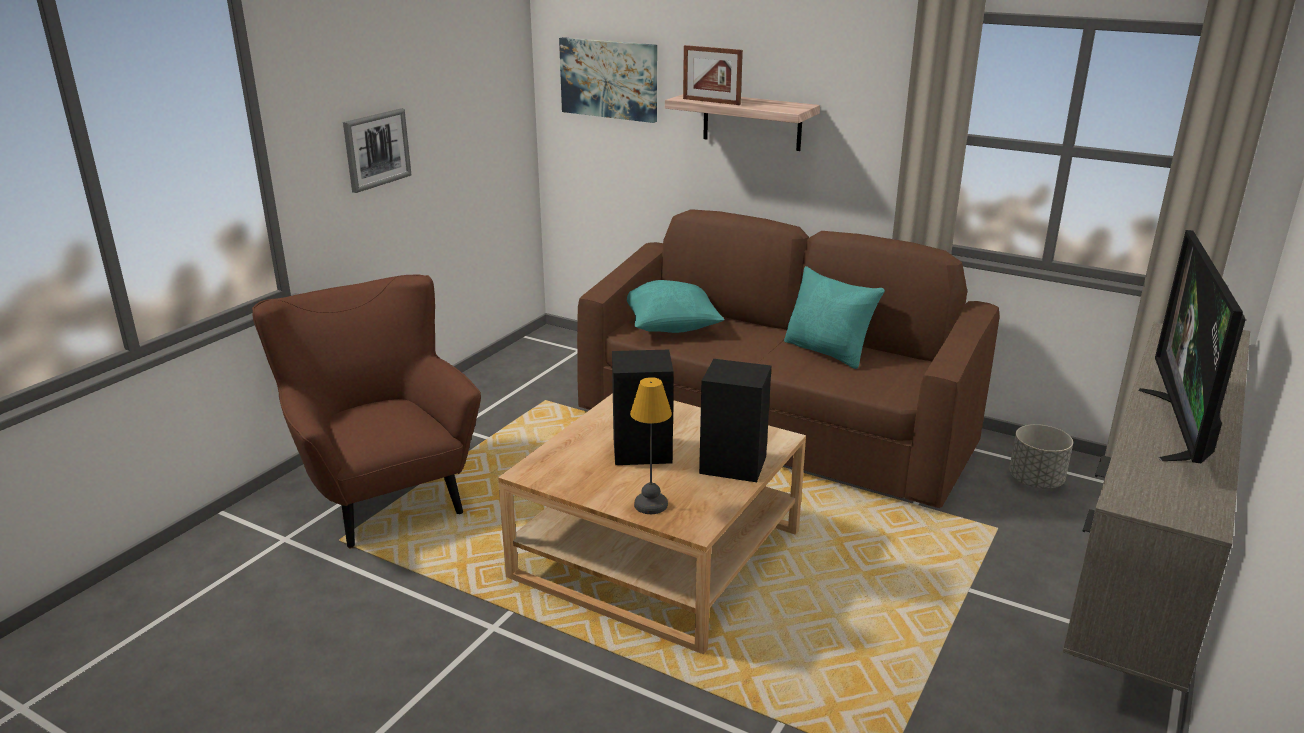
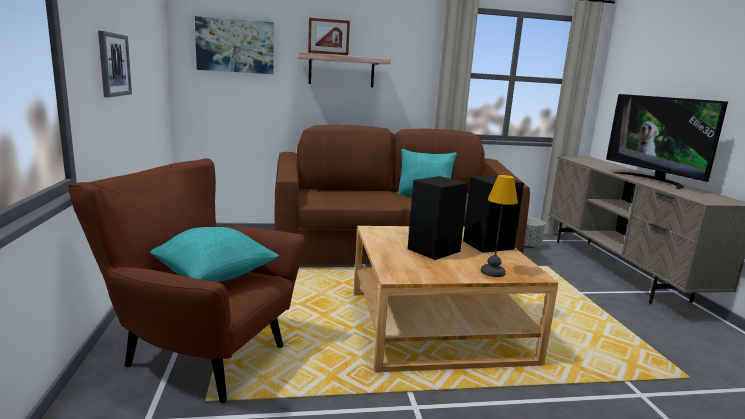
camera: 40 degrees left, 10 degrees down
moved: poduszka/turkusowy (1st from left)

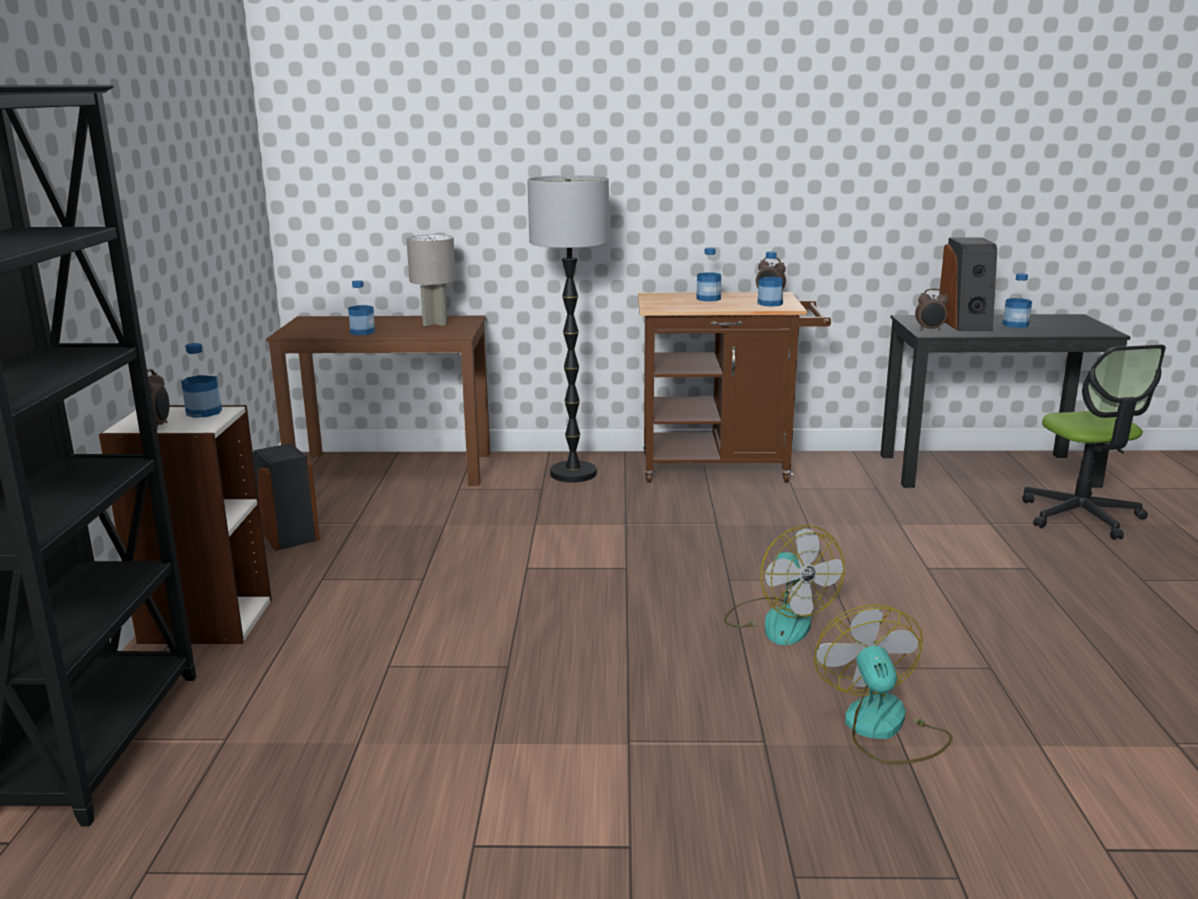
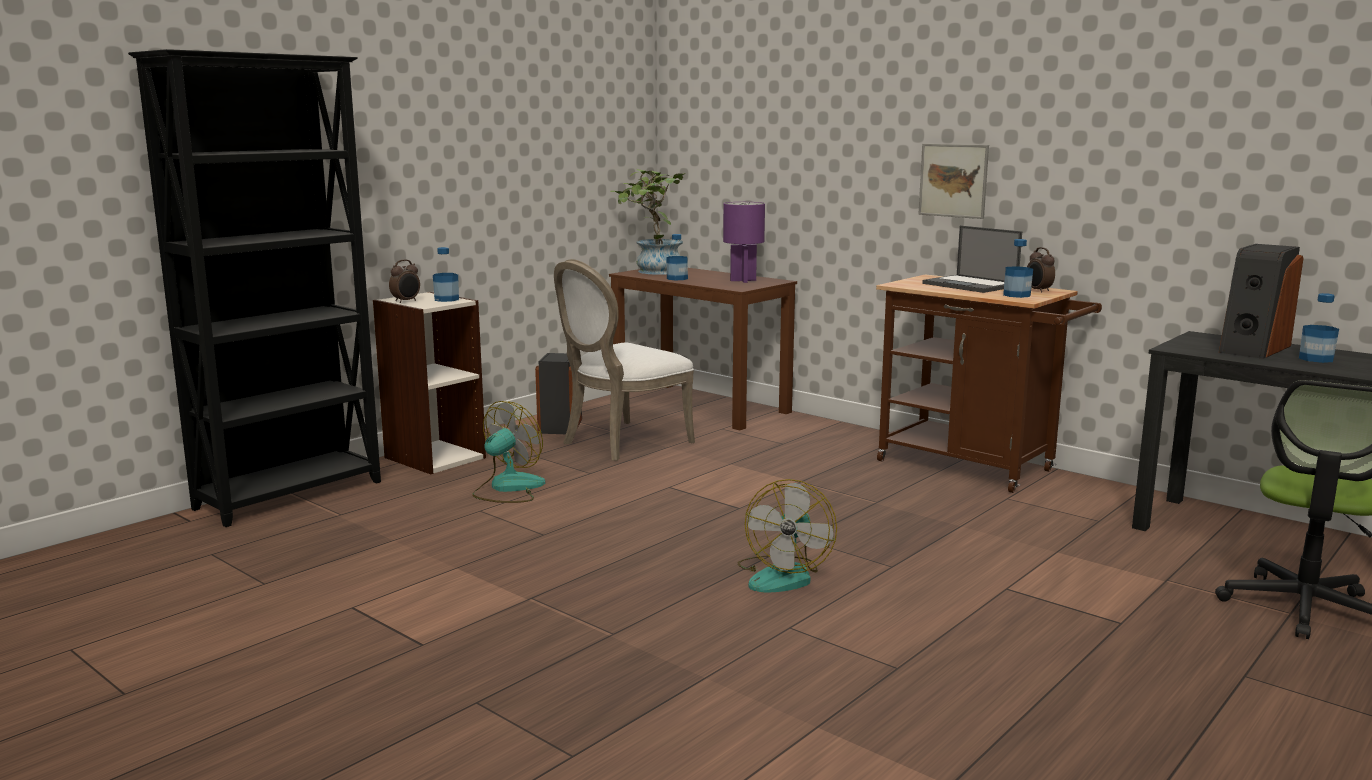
camera: 40 degrees right, 5 degrees down
removed: lampa stojąca; budzik (3rd from left)
added: krzesło/biały; roślina doniczkowa; obraz
moved: wentylator (2nd from left in the first image) to wentylator (1st from left)
replaced: butelka (3rd from left) to laptop
recoloured: lampa stołowa/szary to lampa stołowa/fioletowy

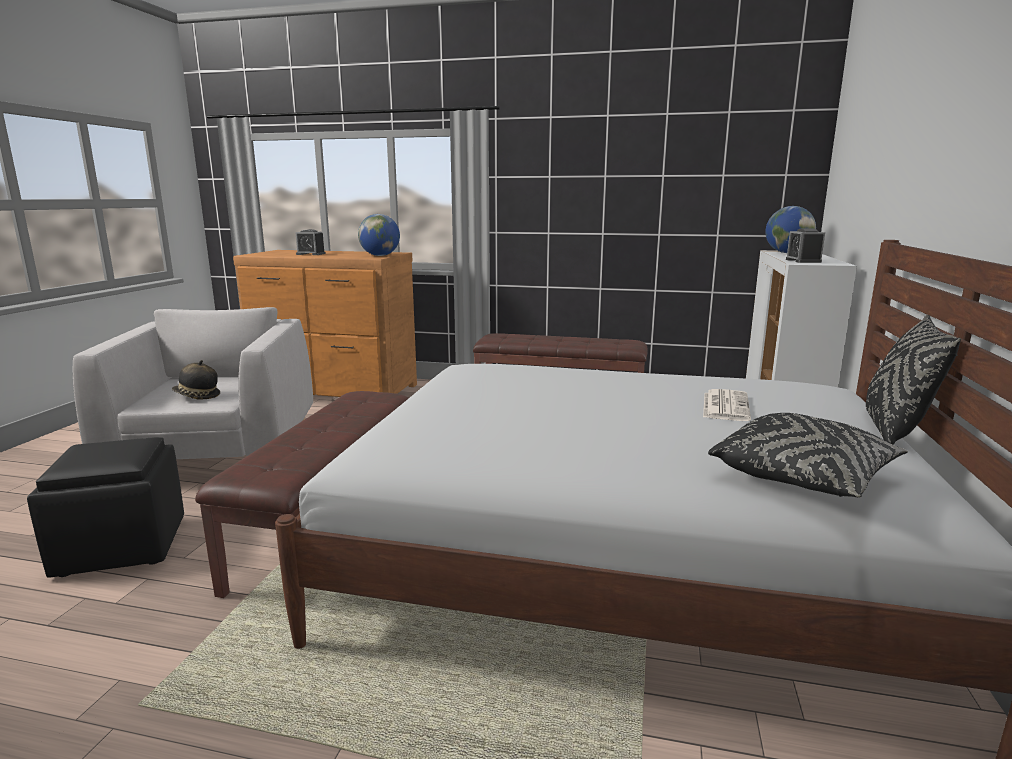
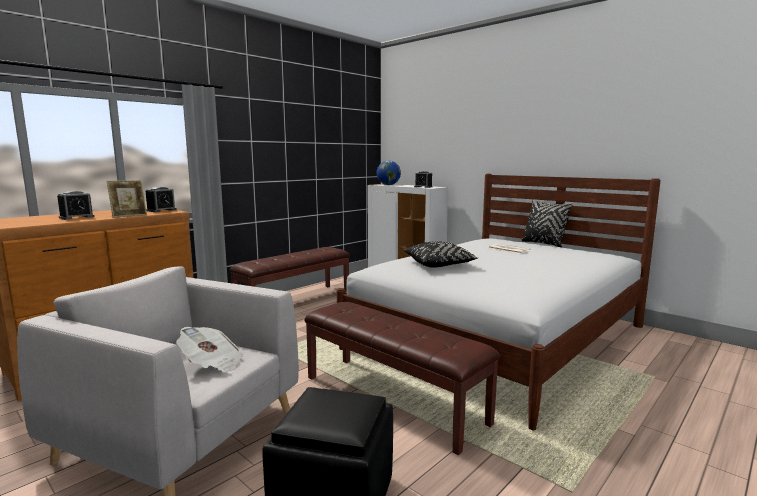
camera: 60 degrees left, 5 degrees down
added: ramka na zdjęcie
moved: poduszka/czarny (1st from left)
replaced: kapelusz to gazeta (1st from left); globus (1st from left) to budzik (2nd from left)

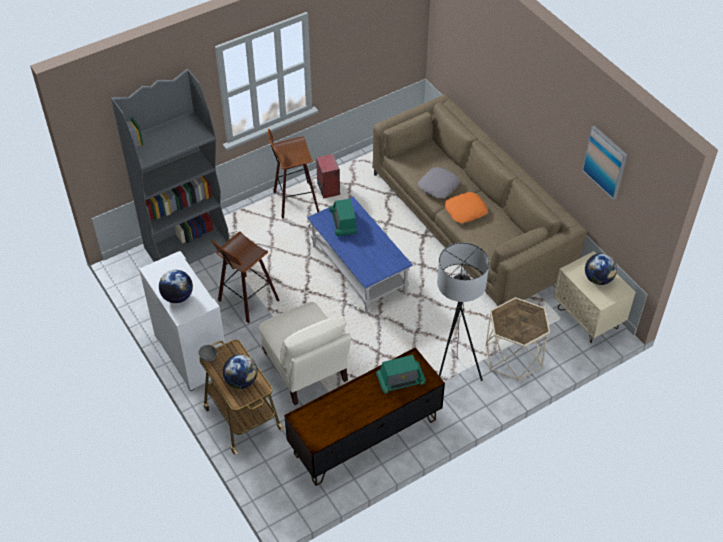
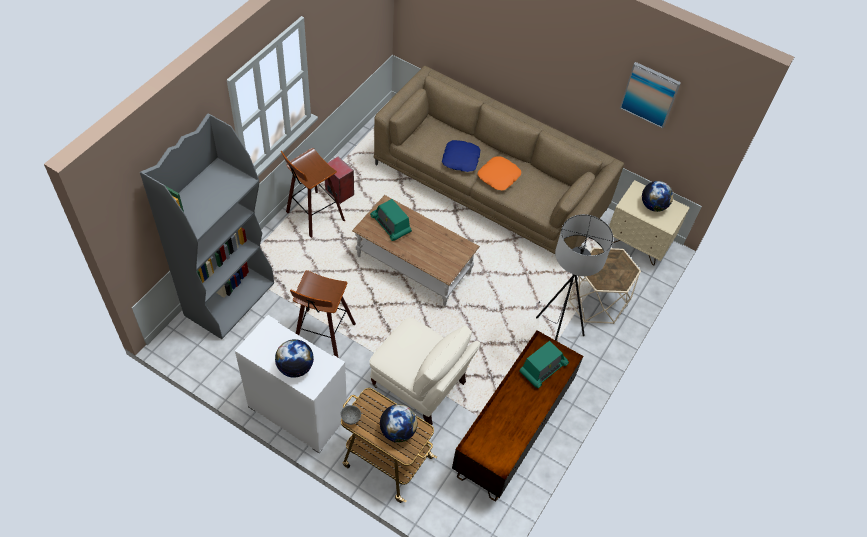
camera: 30 degrees left, 5 degrees up
recoloured: ława/niebieski to ława/brązowy; poduszka/szary to poduszka/niebieski

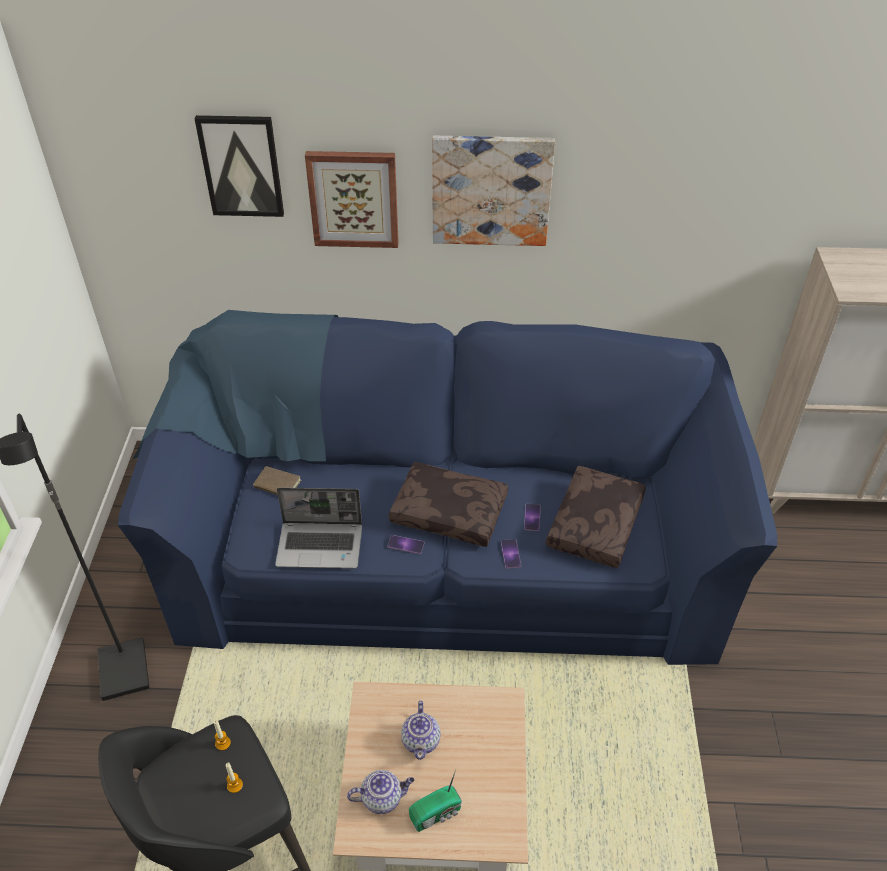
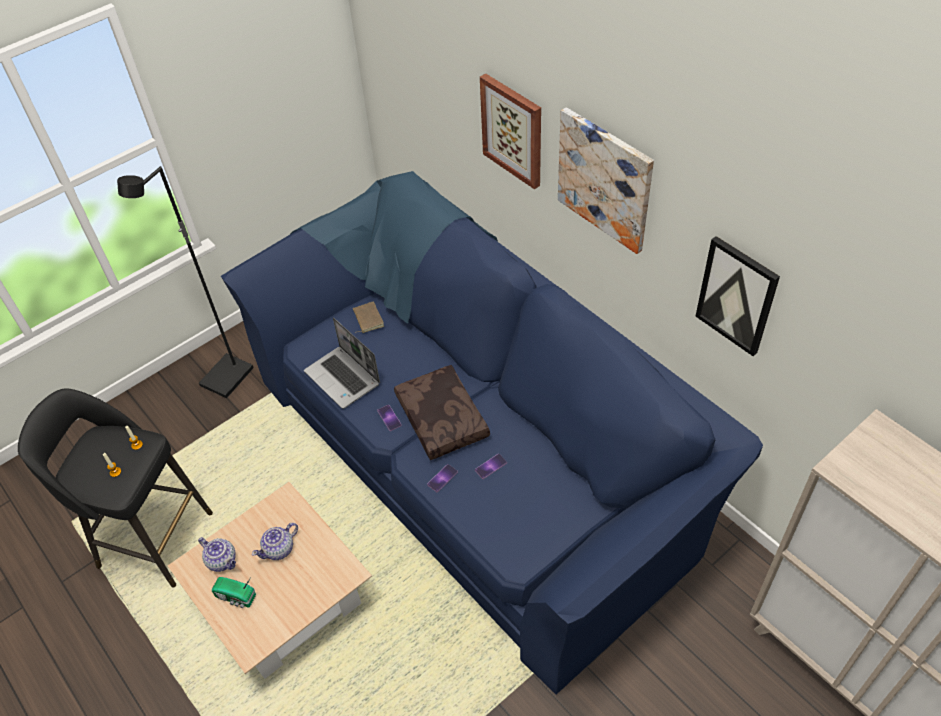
camera: 50 degrees right, 5 degrees up
removed: poduszka/brązowy (2nd from left)
moved: obraz (1st from left in the first image) to obraz (3rd from left)

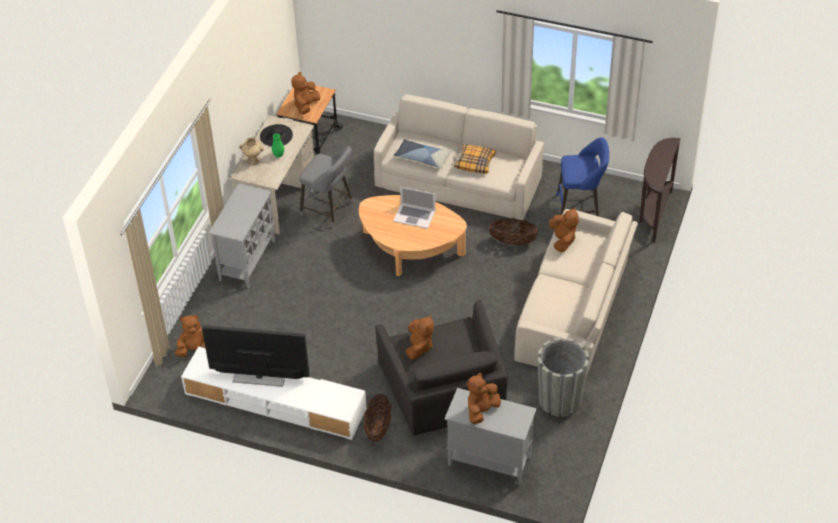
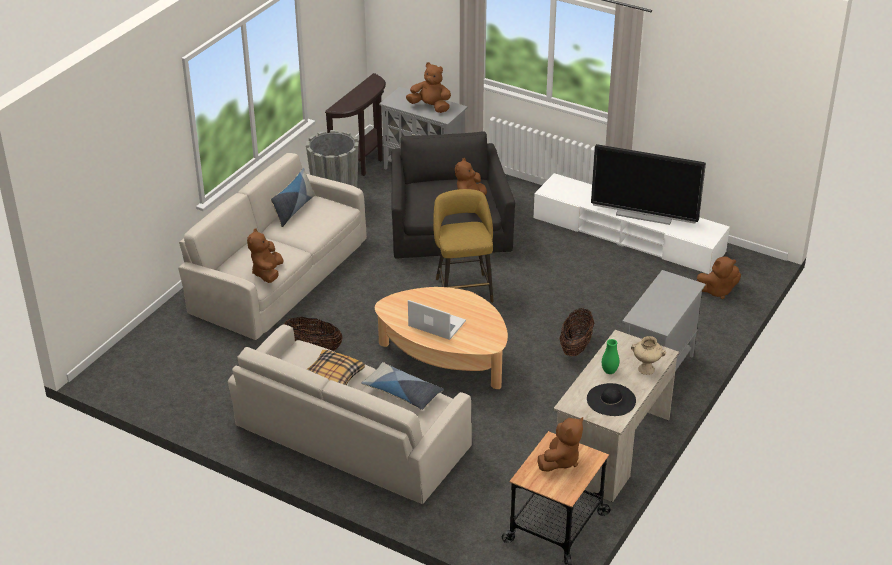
camera: 170 degrees left, 10 degrees down
removed: stołek/szary; stołek/niebieski
added: poduszka (1st from left); stołek/żółty
moved: koszyk (1st from left in the first image) to koszyk (2nd from left); stolik konsolowy/brązowy
turned: pluszak/brązowy (4th from left in the first image) 120 degrees counterclockwise

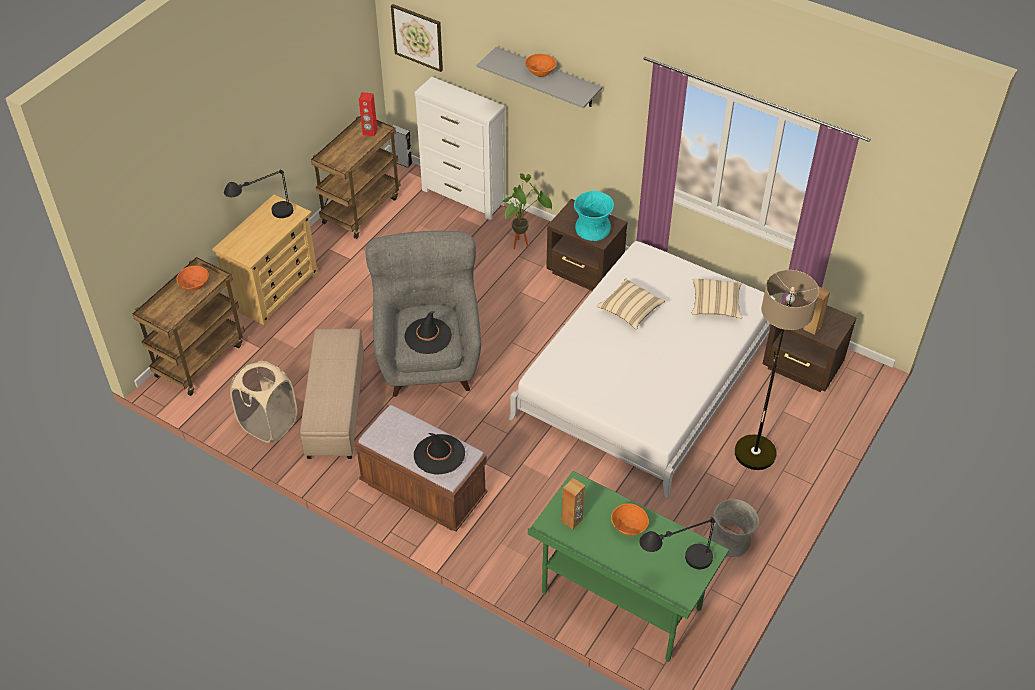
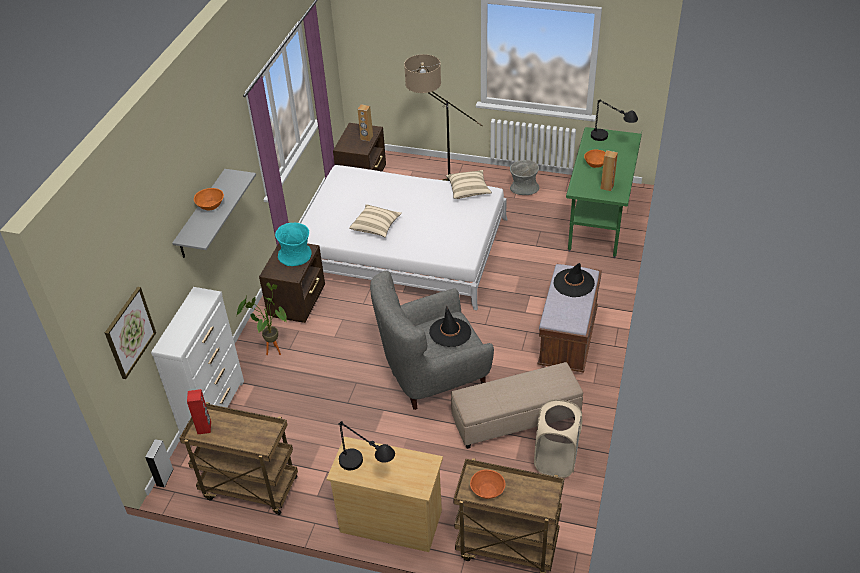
camera: 105 degrees left, 5 degrees down
moved: poduszka/beżowy (2nd from left)

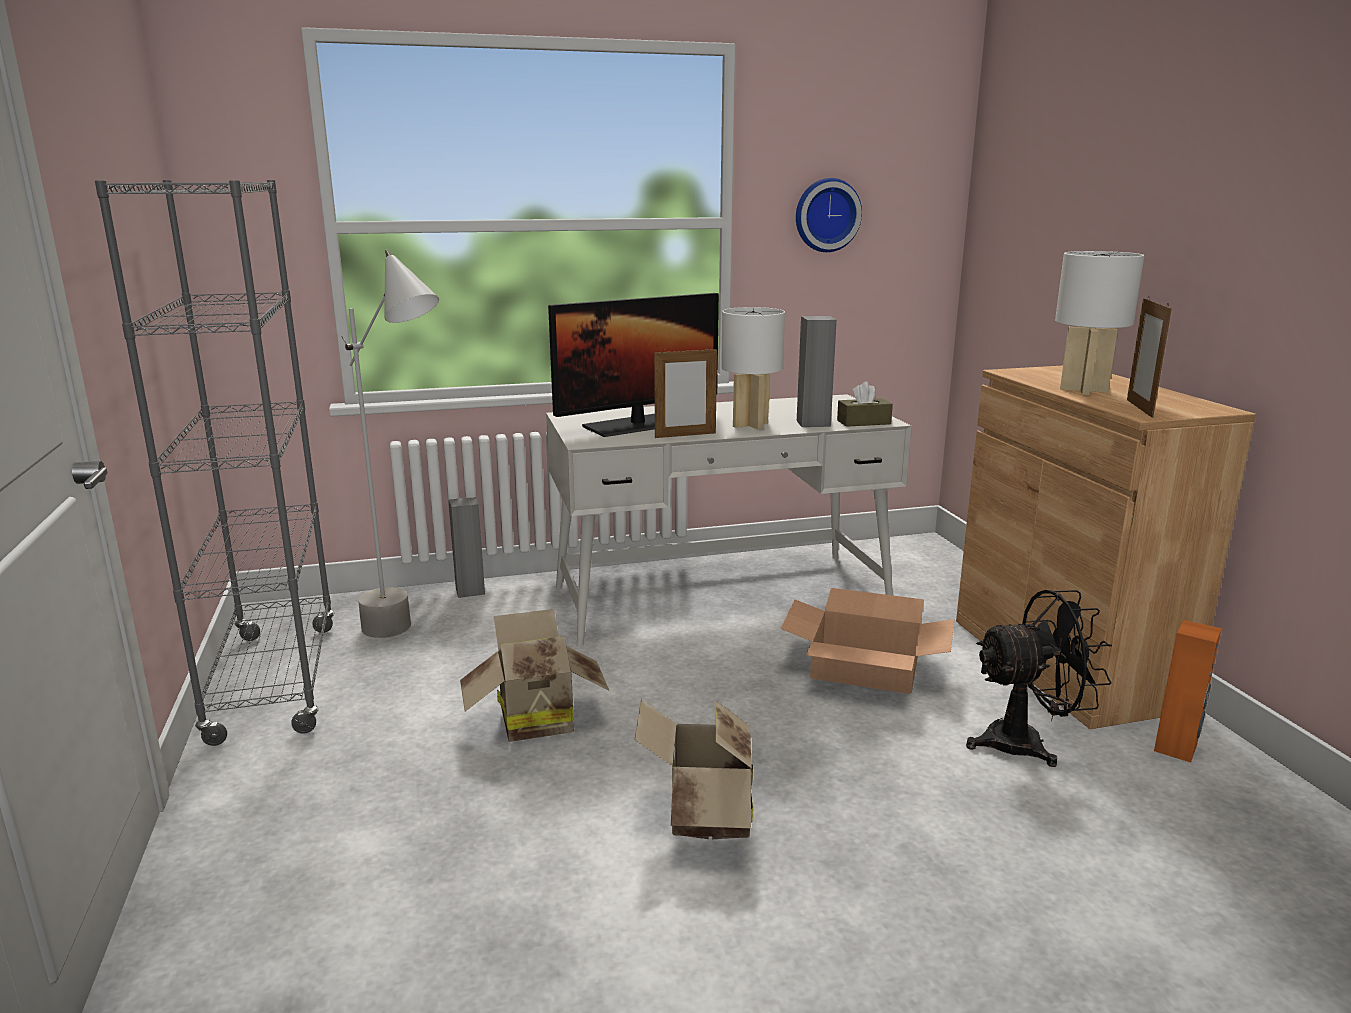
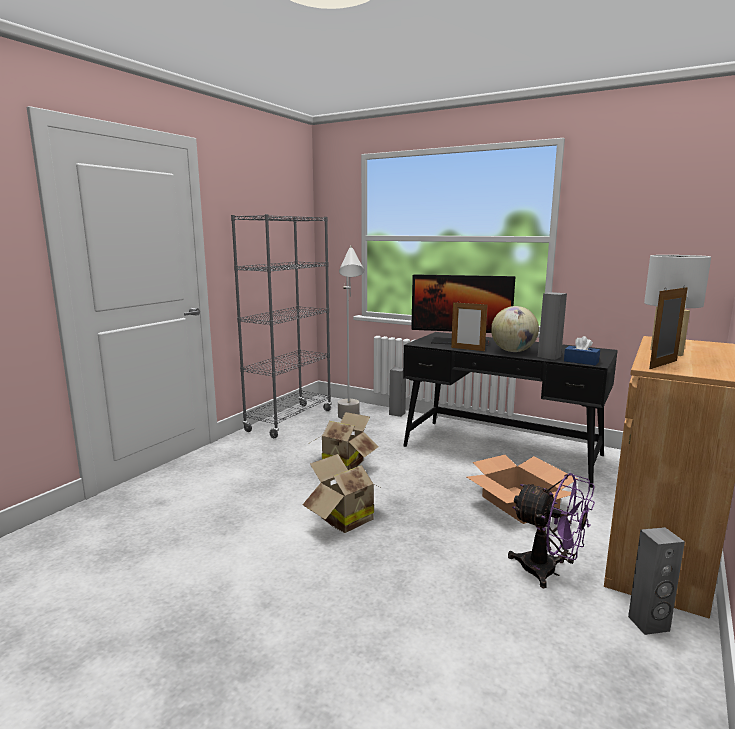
camera: 45 degrees right, 5 degrees down
removed: zegar ścienny
replaced: lampa stołowa/biały (1st from left) to globus
recoloured: biurko/biały to biurko/czarny; pudełko chusteczek/brązowy to pudełko chusteczek/niebieski; wentylator/czarny to wentylator/fioletowy; głośnik/pomarańczowy to głośnik/szary (3rd from left)

